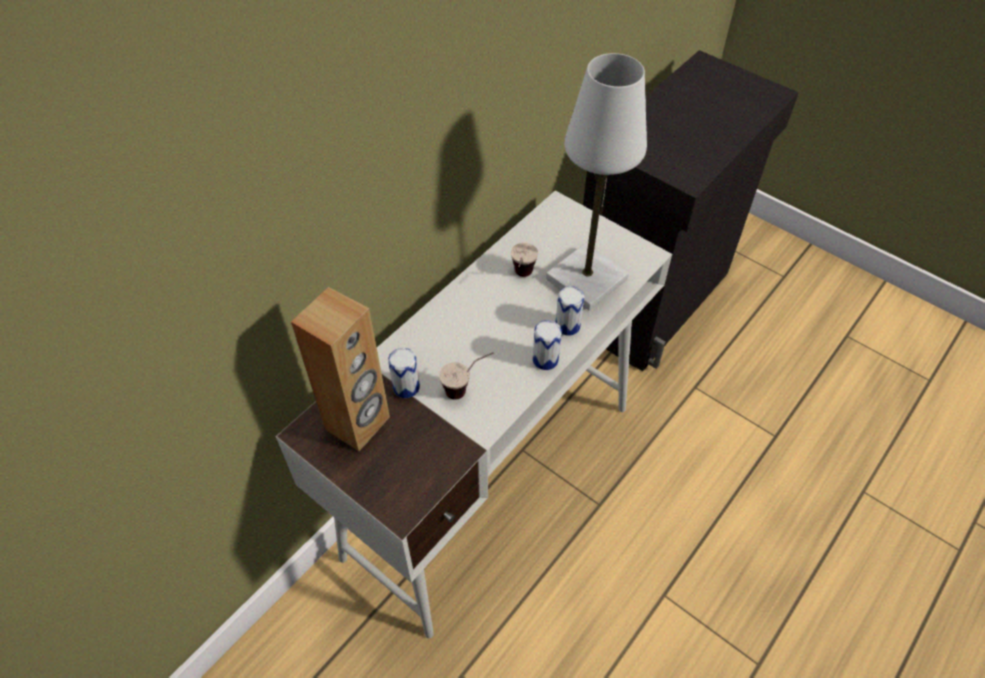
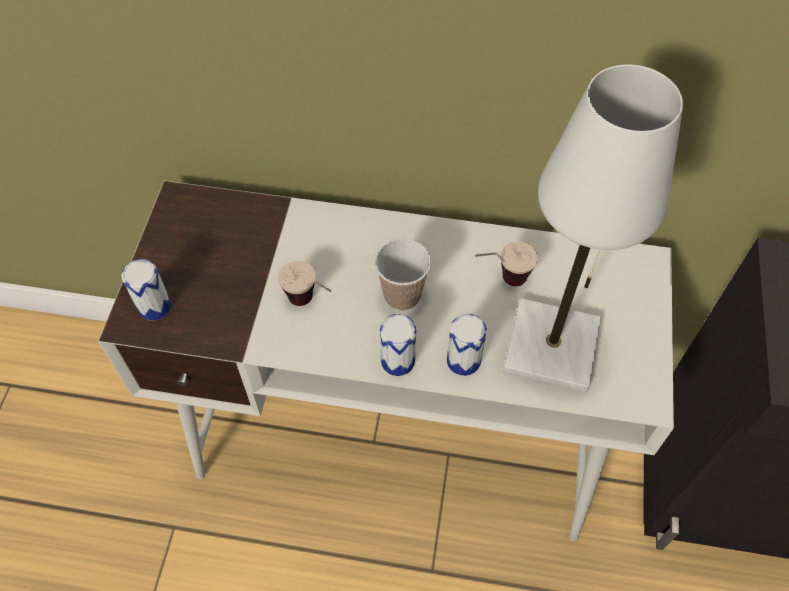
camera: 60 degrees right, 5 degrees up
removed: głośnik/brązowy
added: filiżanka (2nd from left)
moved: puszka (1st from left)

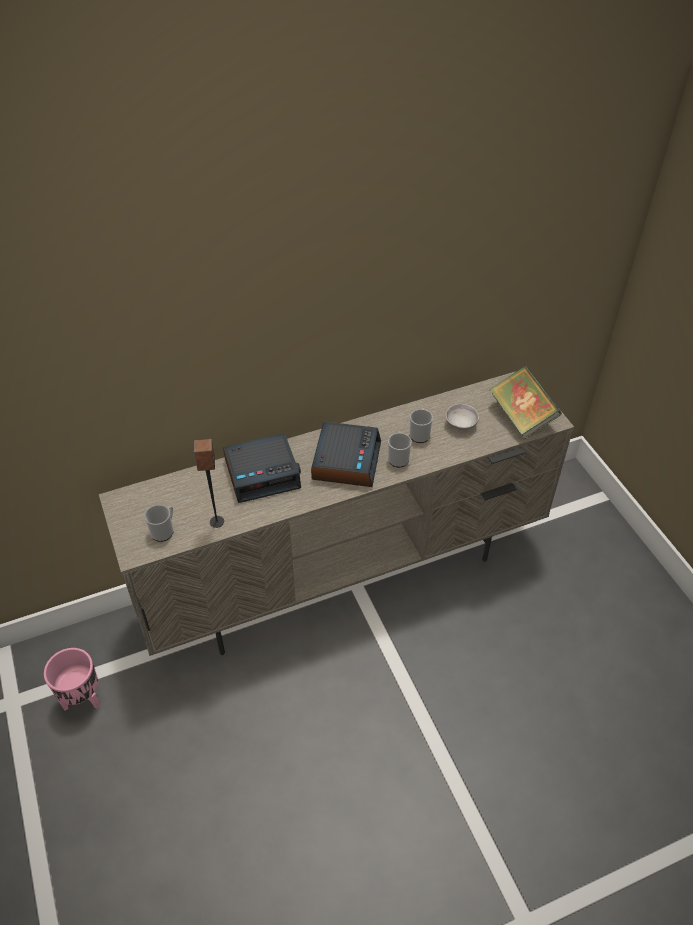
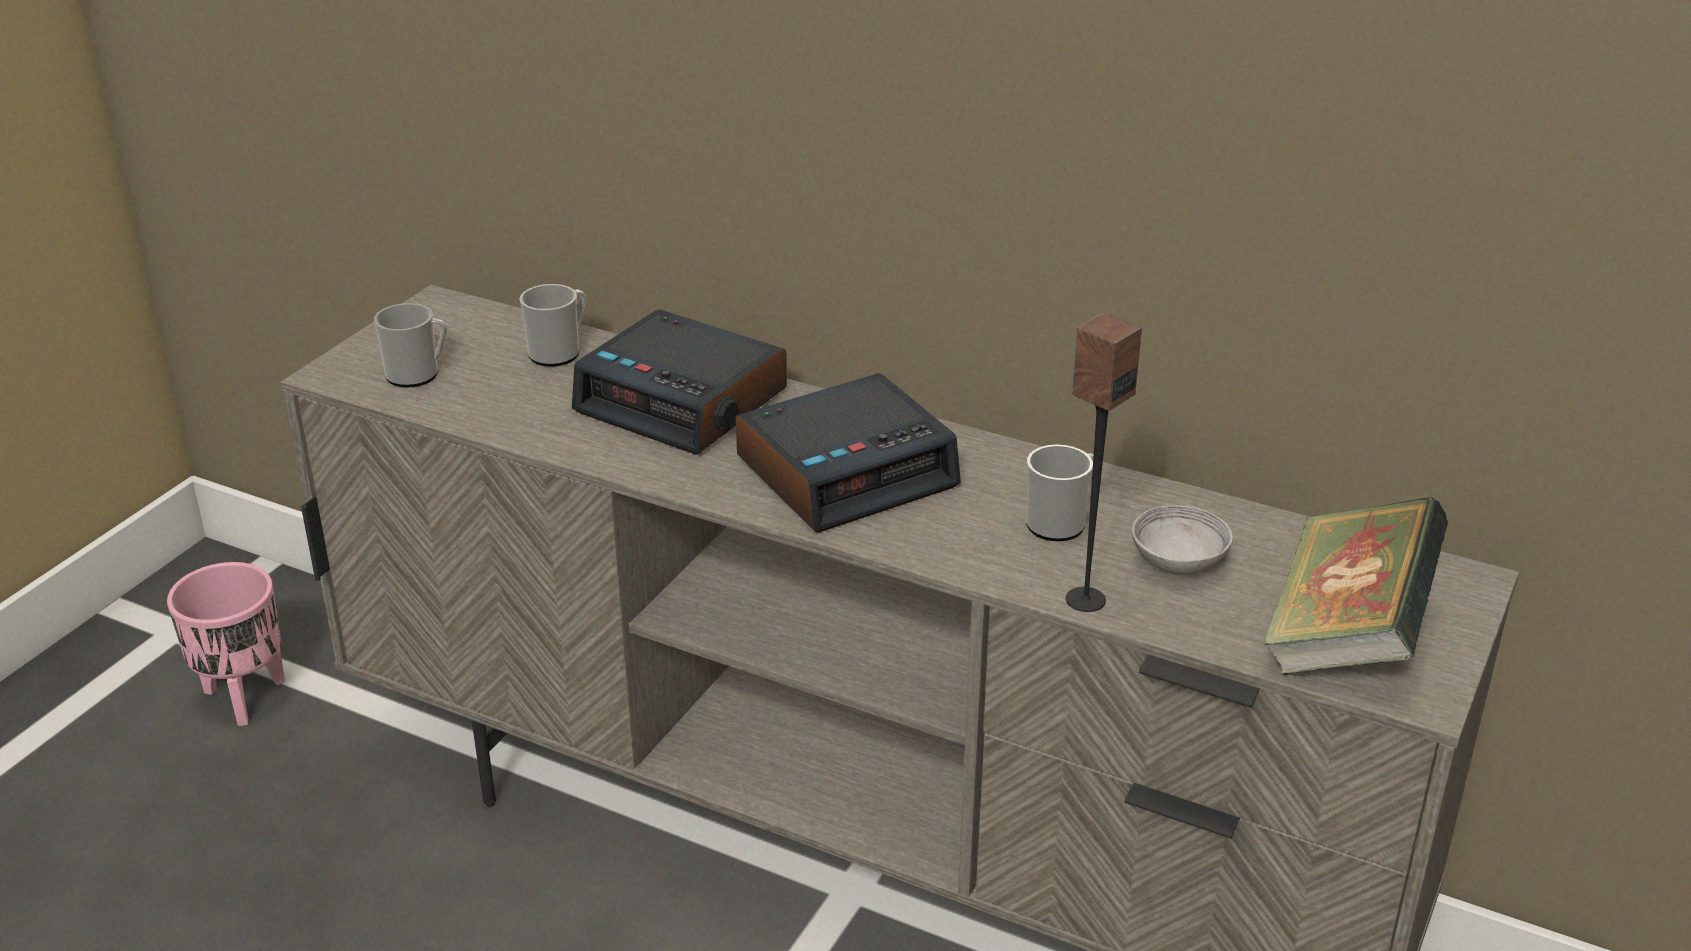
camera: 50 degrees right, 15 degrees down
moved: głośnik; kubek (2nd from left)

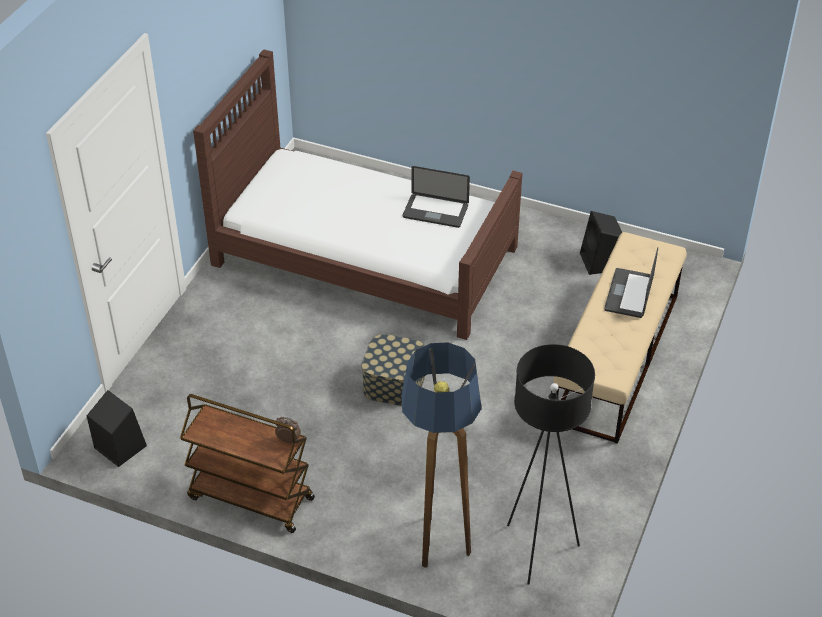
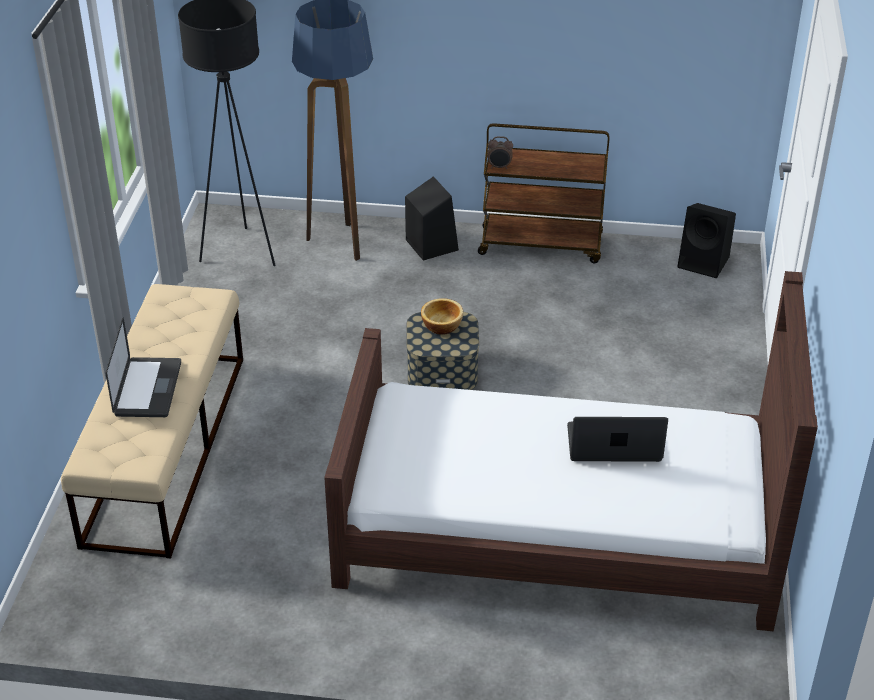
camera: 165 degrees right, 5 degrees down
added: miska
moved: laptop (1st from left in the first image) to laptop (2nd from left); głośnik/czarny (2nd from left in the first image) to głośnik/czarny (1st from left)

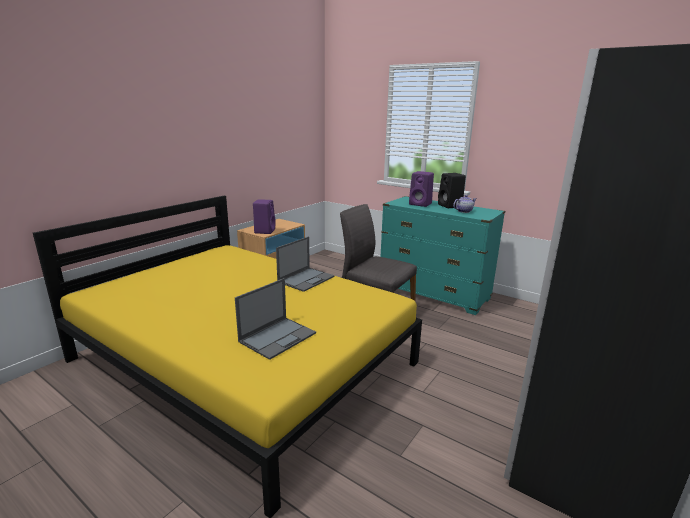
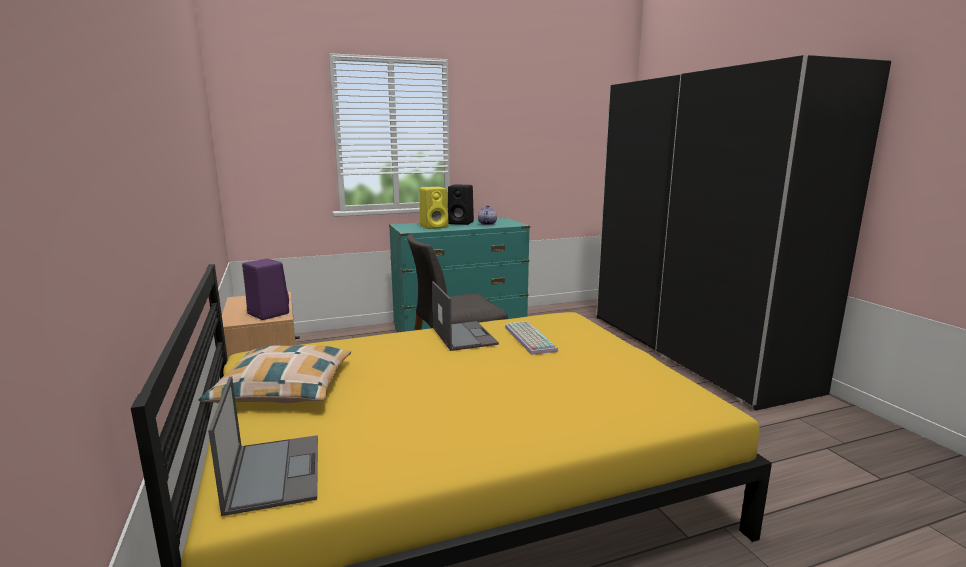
camera: 55 degrees left, 5 degrees down
added: poduszka; klawiatura
moved: laptop (1st from left)
recoloured: głośnik/fioletowy (2nd from left) to głośnik/żółty

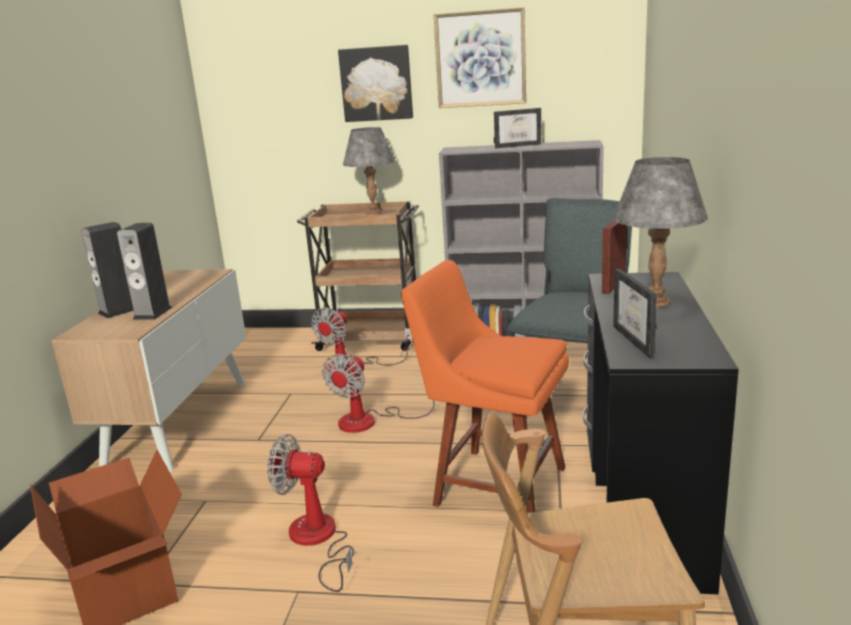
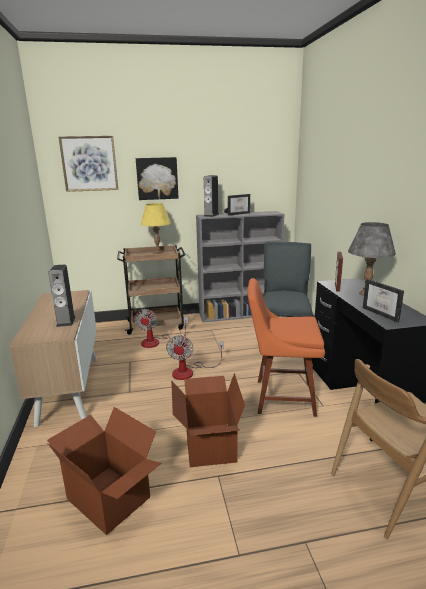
camera: 20 degrees left, 0 degrees up
moved: głośnik (1st from left in the first image) to głośnik (2nd from left); obraz (2nd from left in the first image) to obraz (1st from left)
replaced: wentylator (1st from left) to karton (2nd from left)
recoloured: lampa stołowa/szary (1st from left) to lampa stołowa/żółty

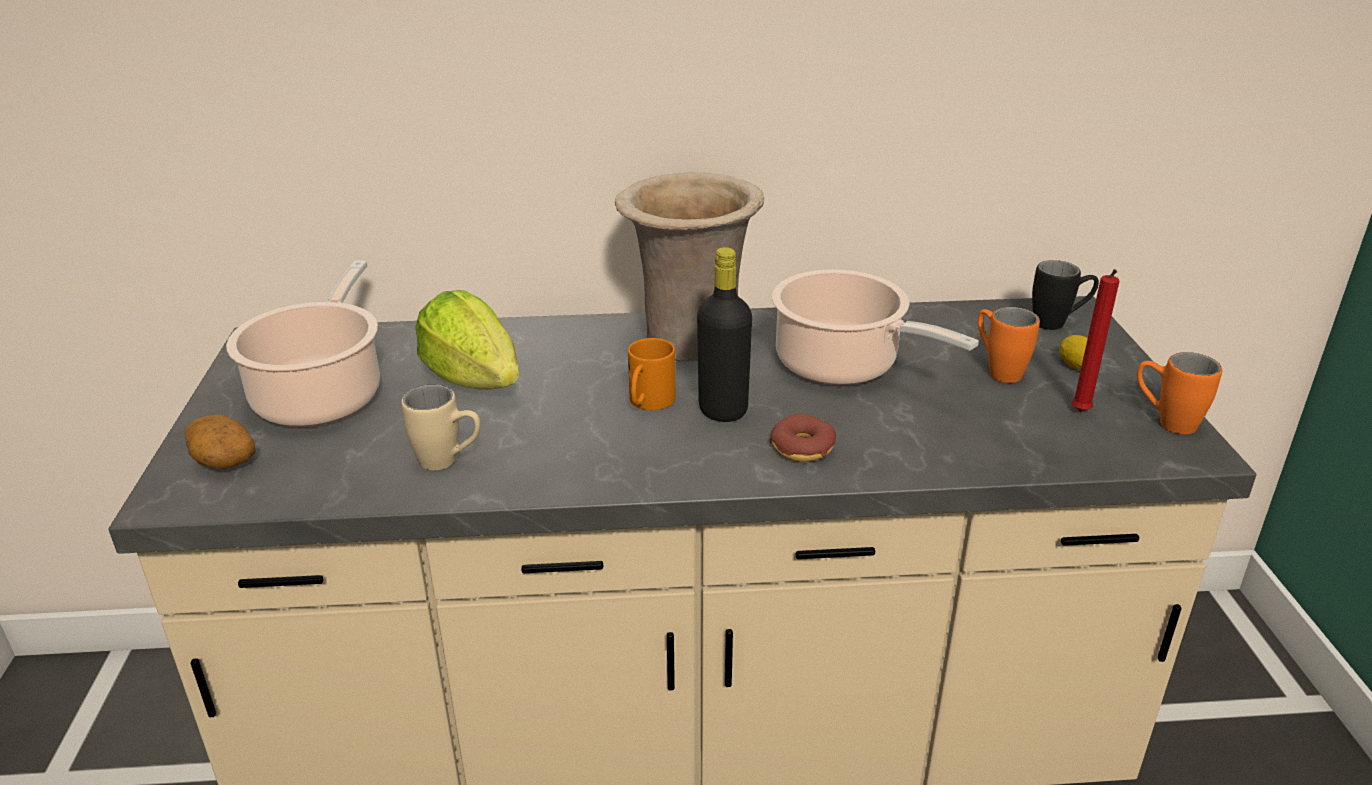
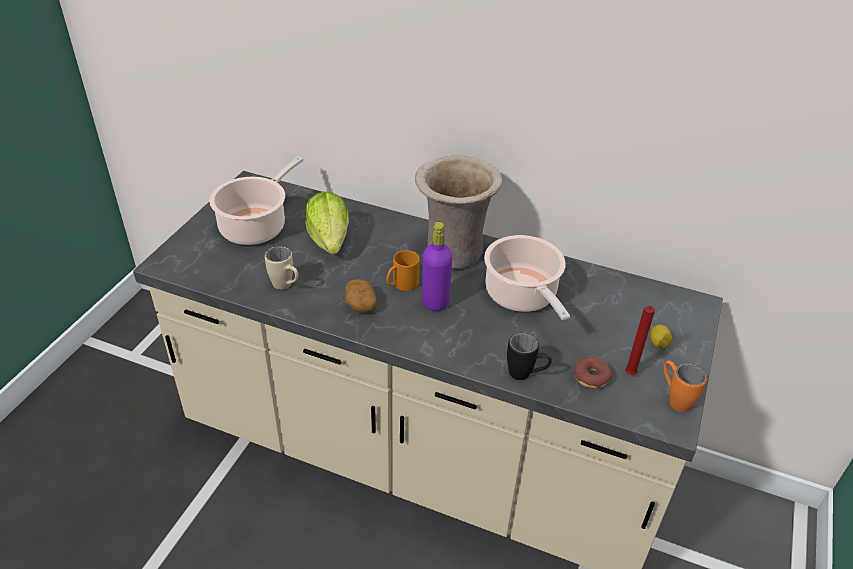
camera: 25 degrees right, 10 degrees up
removed: kubek/pomarańczowy (2nd from left)
moved: ziemniak; donut; kubek/czarny
recoloured: butelka/czarny to butelka/fioletowy

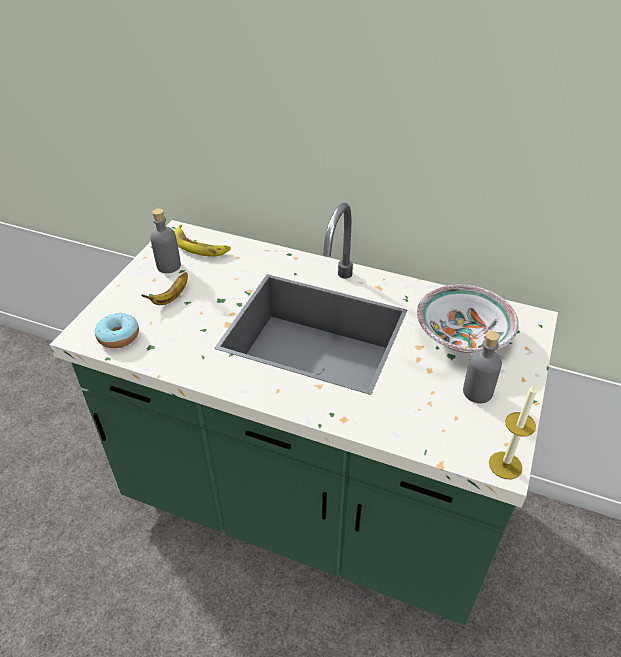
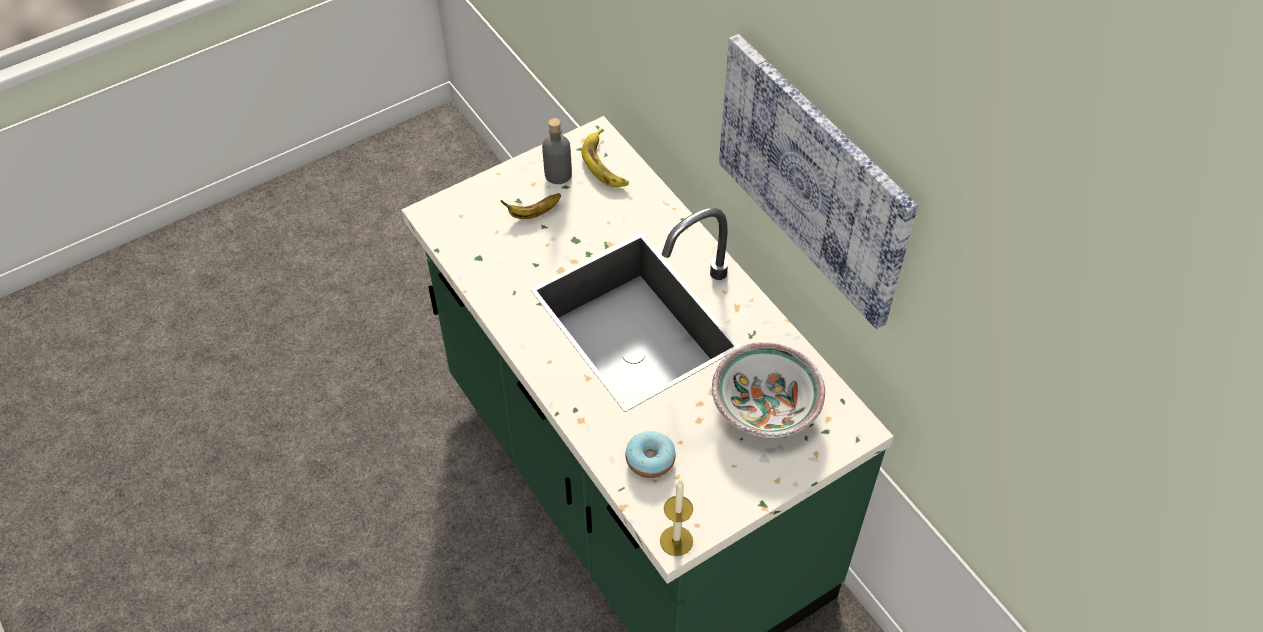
camera: 35 degrees right, 10 degrees up
removed: butelka/szary (2nd from left)
added: obraz
moved: donut

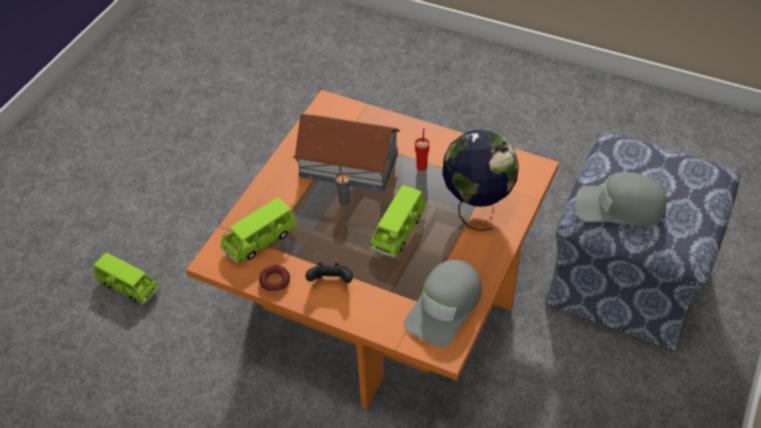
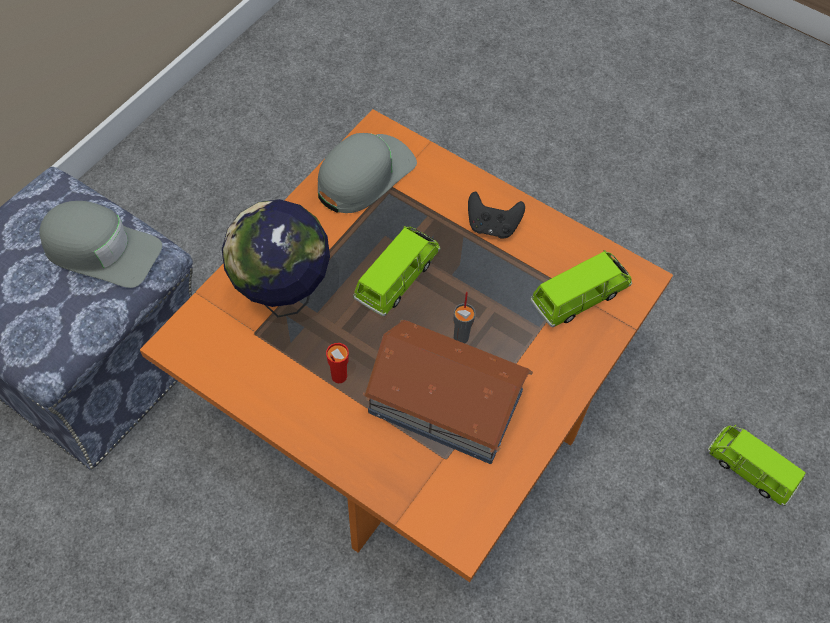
camera: 175 degrees left, 10 degrees up
removed: donut

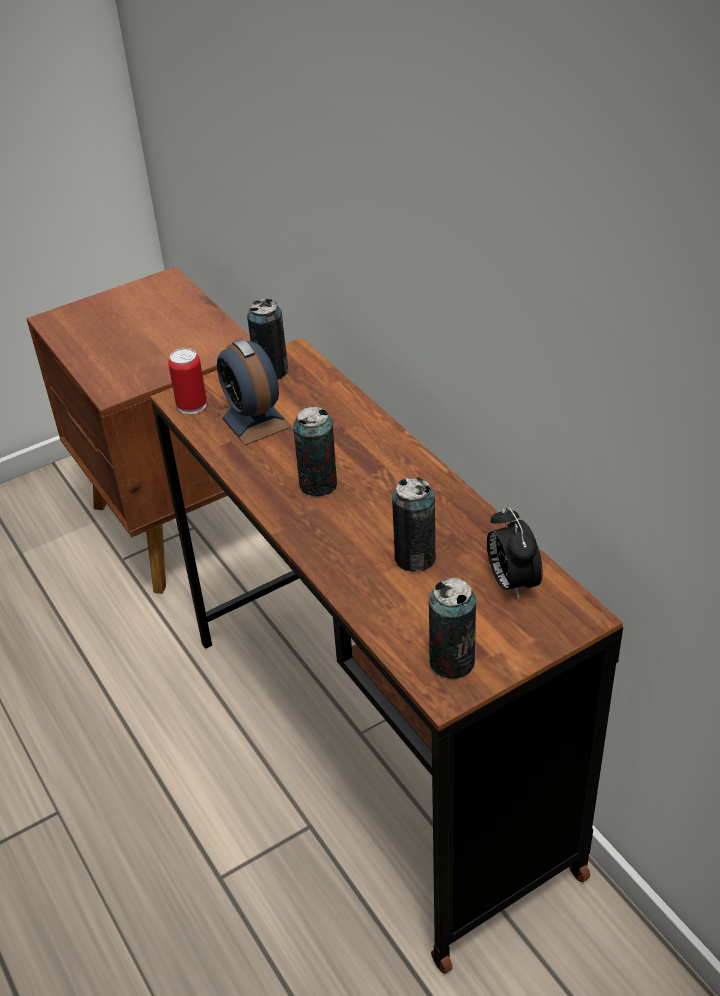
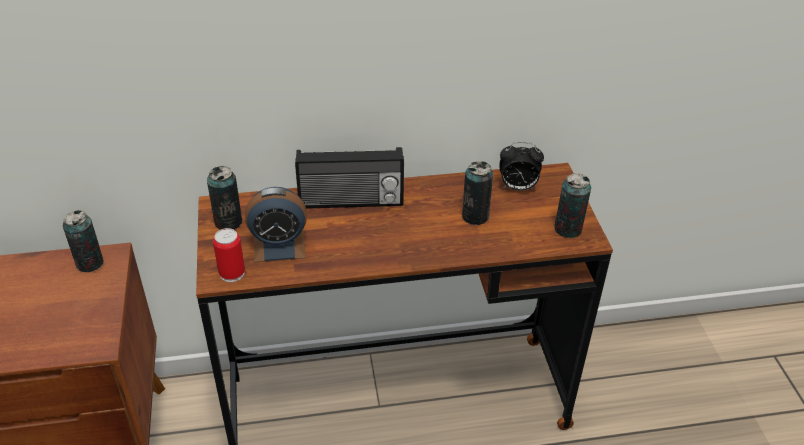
camera: 70 degrees left, 0 degrees up
added: radio
moved: puszka (3rd from left in the first image) to puszka (1st from left)

